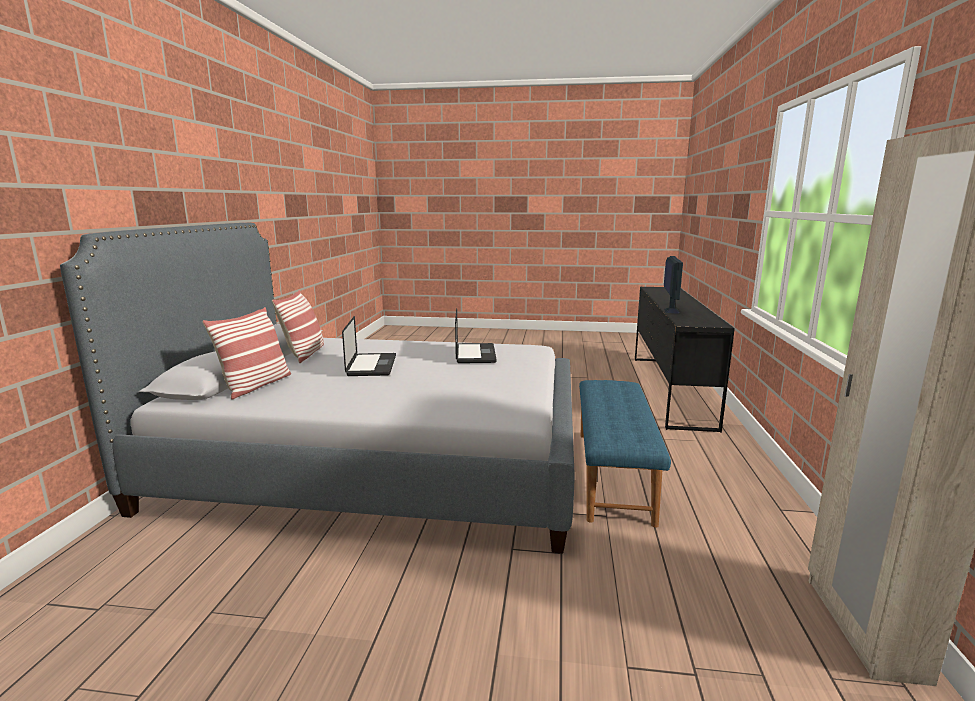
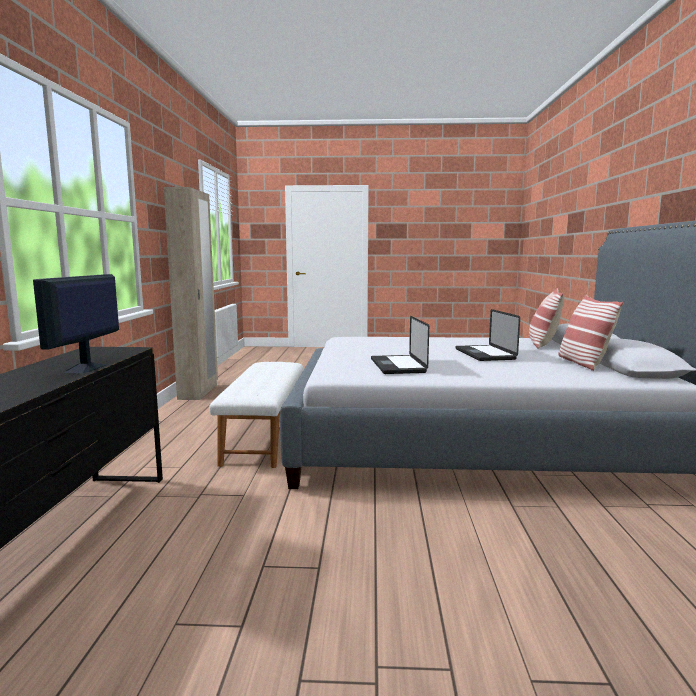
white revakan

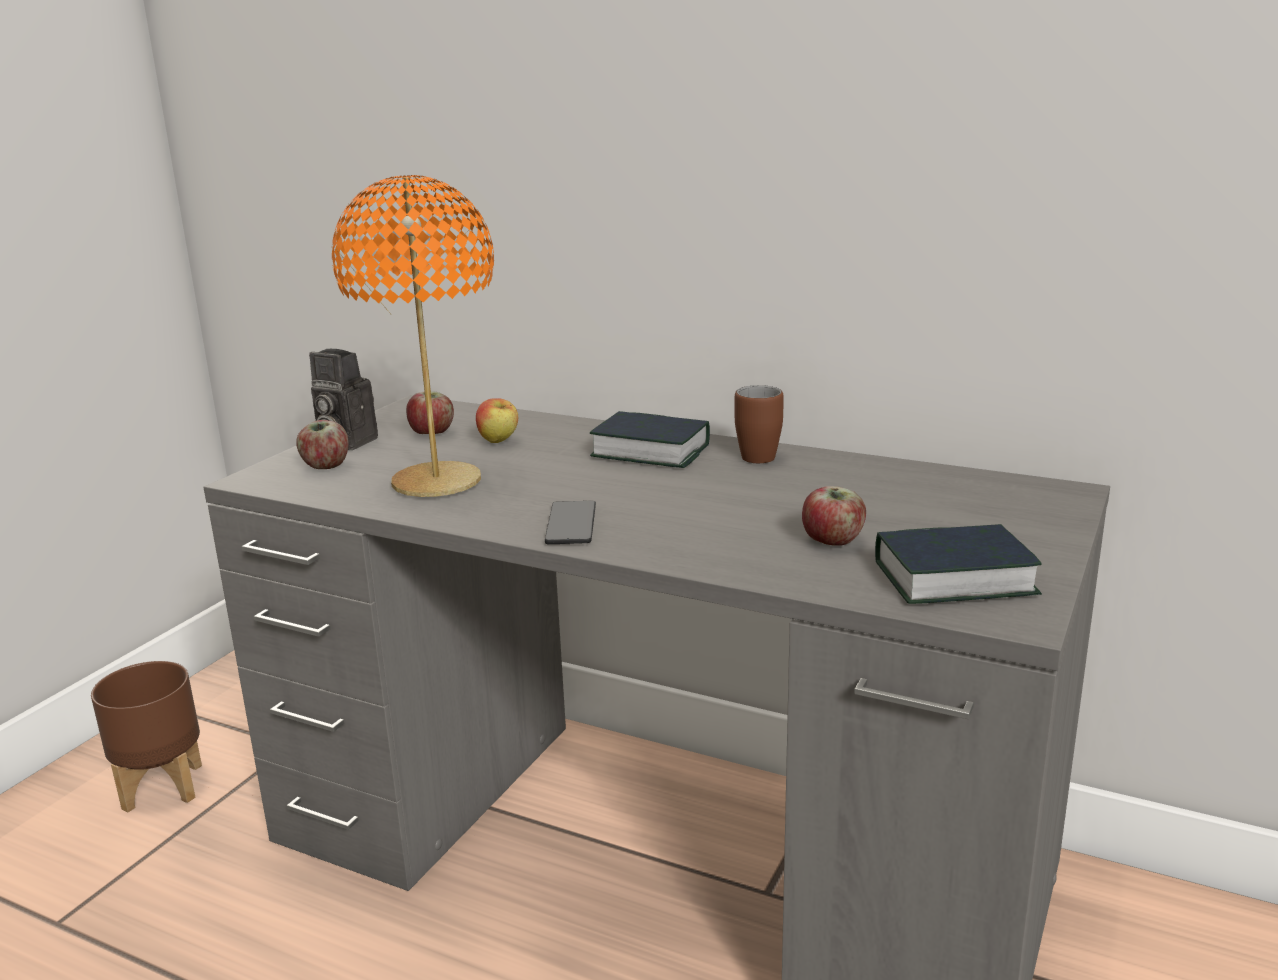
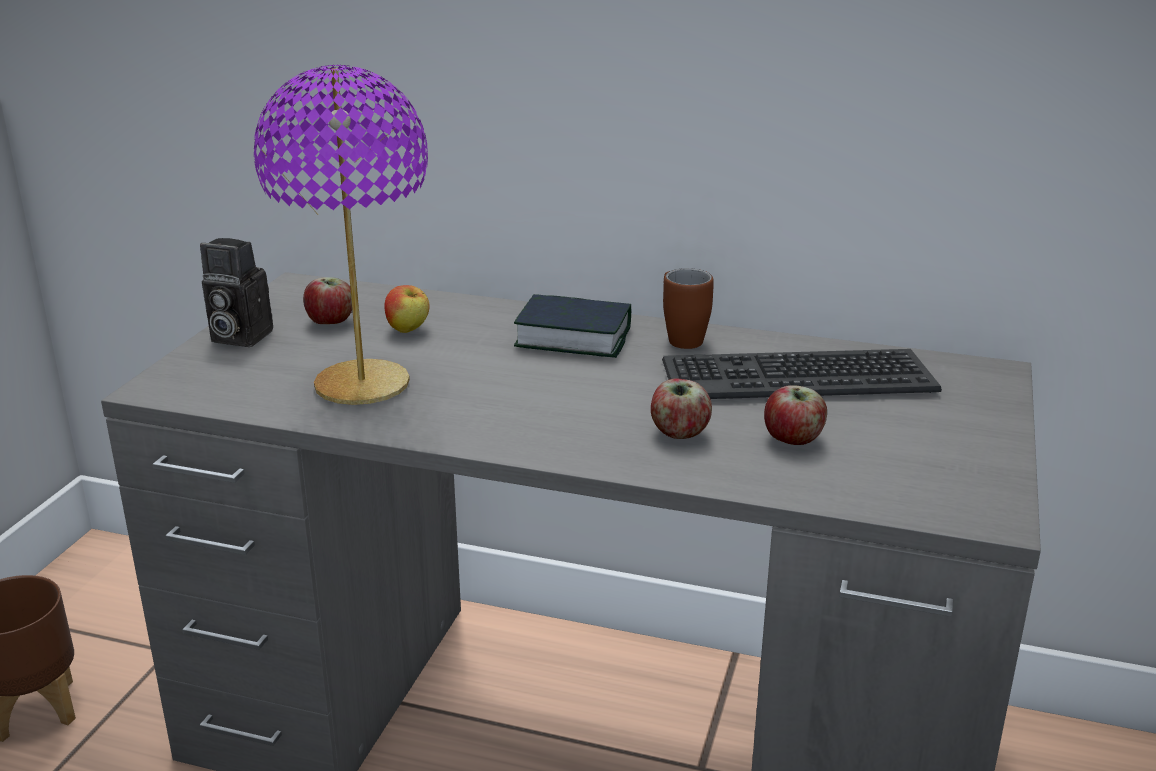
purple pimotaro
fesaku (3rd from left)
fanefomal
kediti
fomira (2nd from left in the first image)

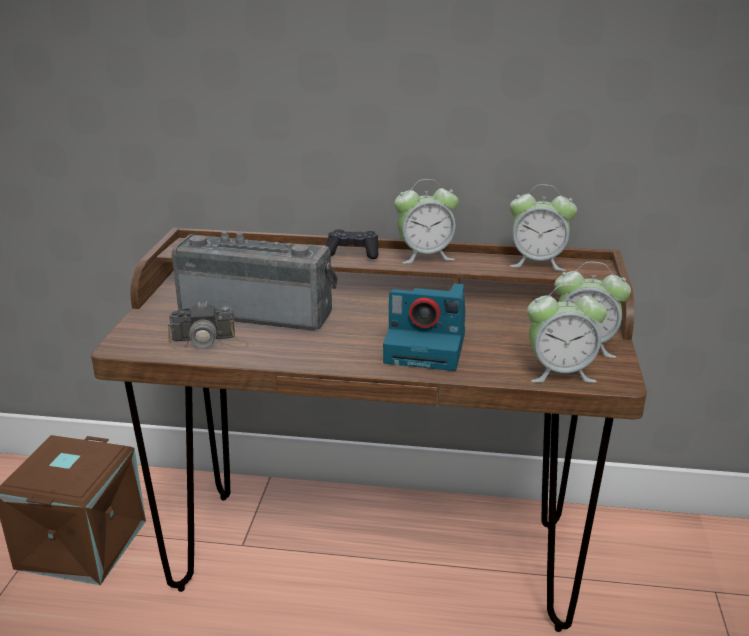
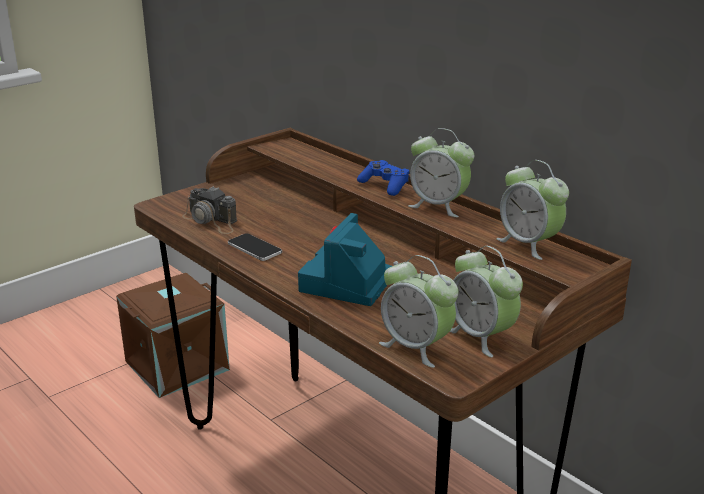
kediti
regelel (2nd from left)
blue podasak
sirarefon

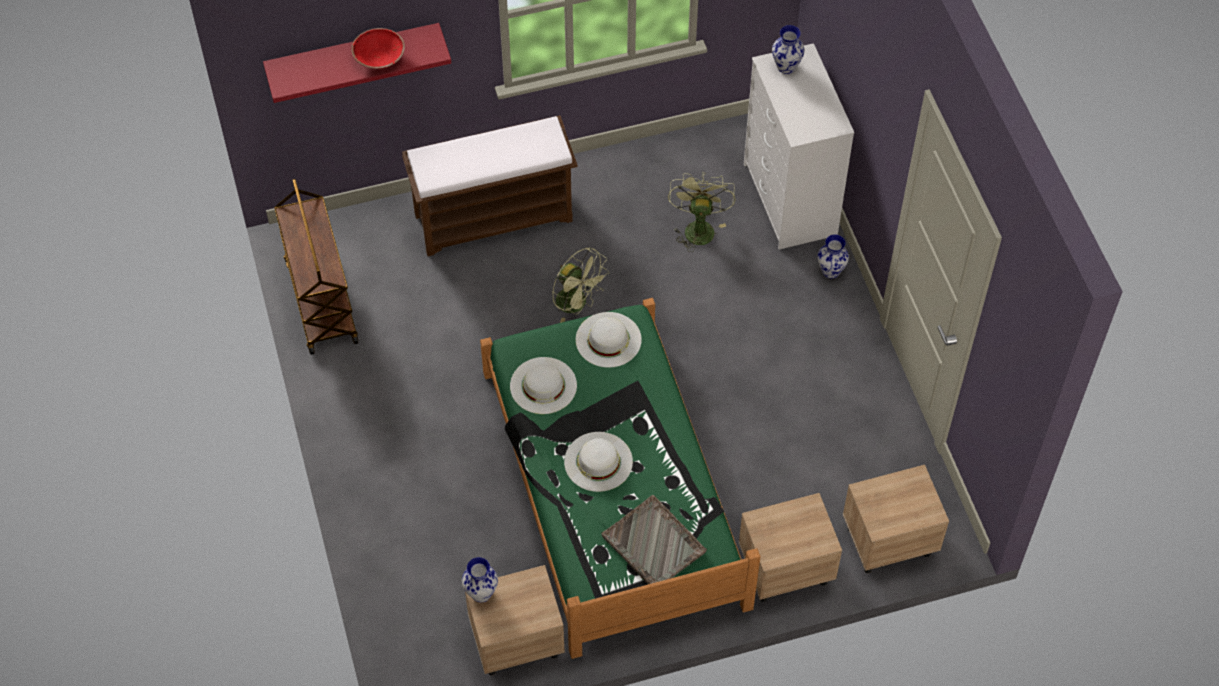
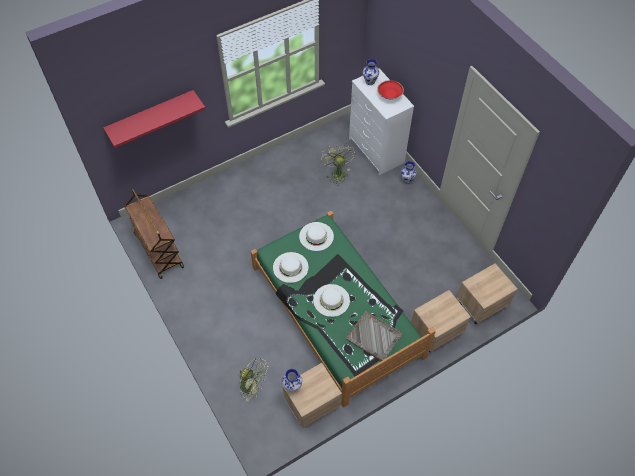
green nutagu (1st from left)
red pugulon
brown revakan

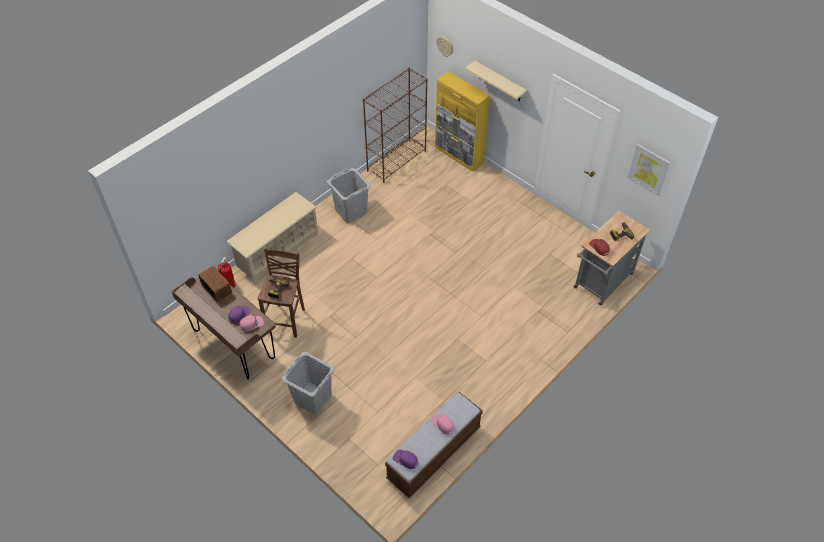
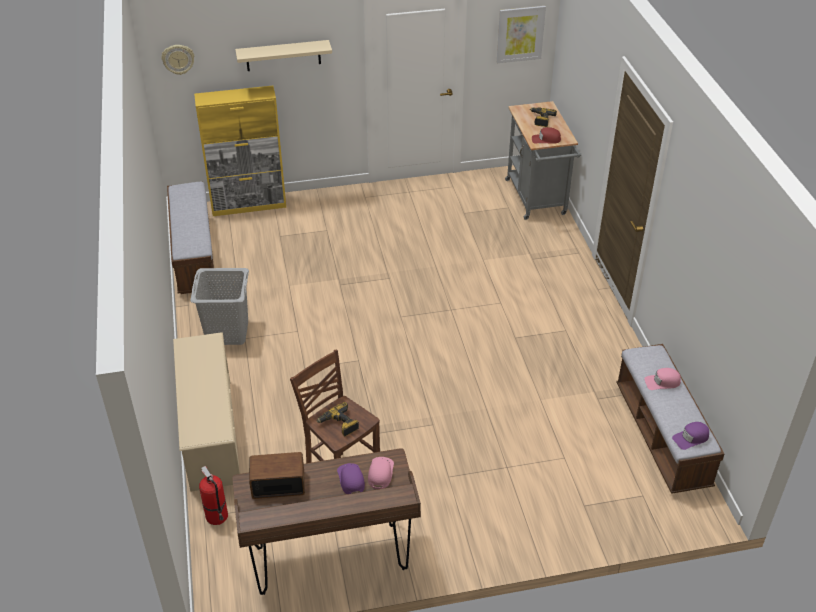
revakan (1st from left)
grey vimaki (1st from left in the first image)

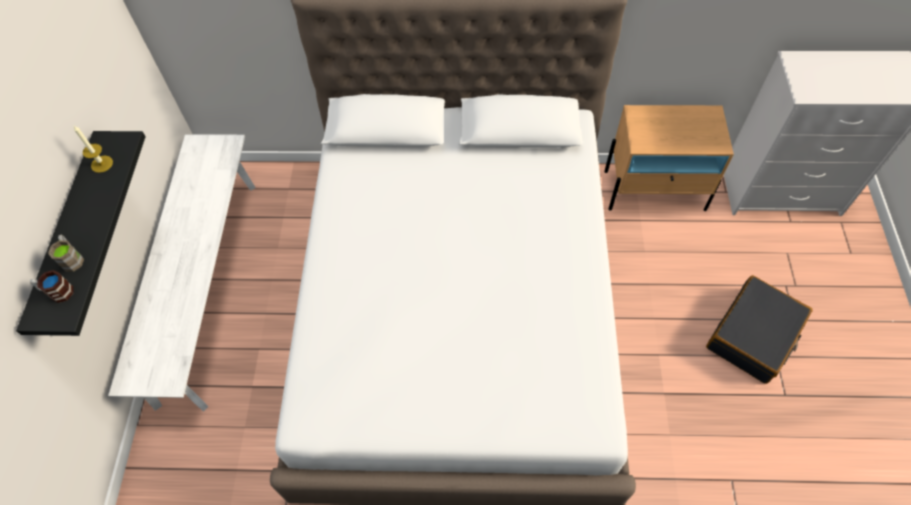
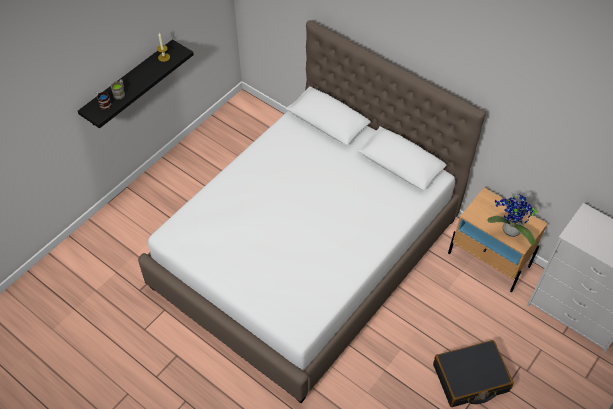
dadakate
white revakan

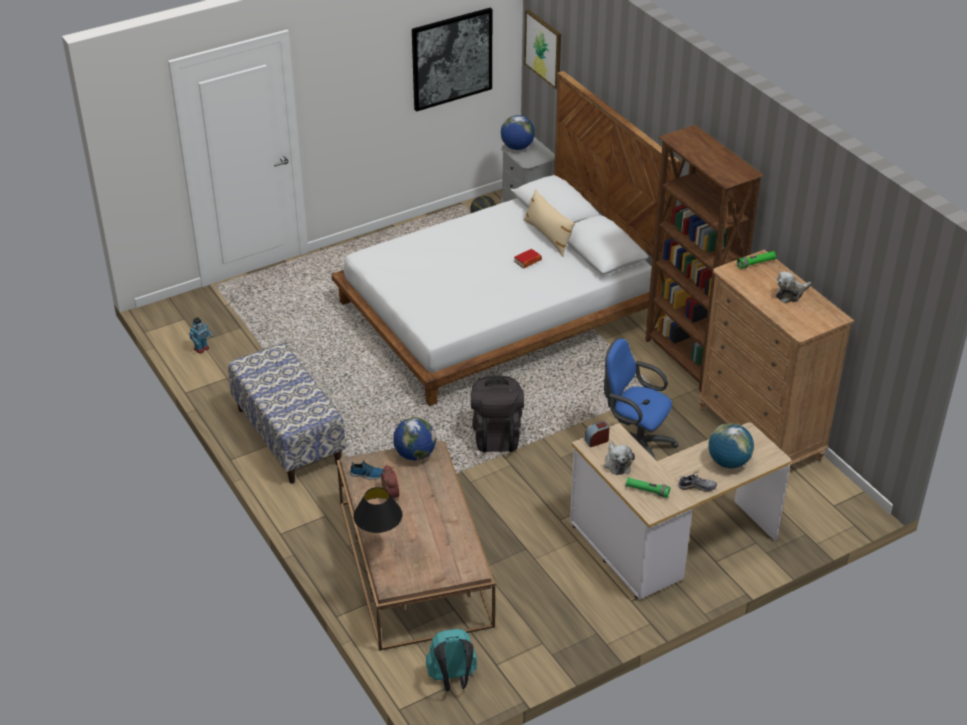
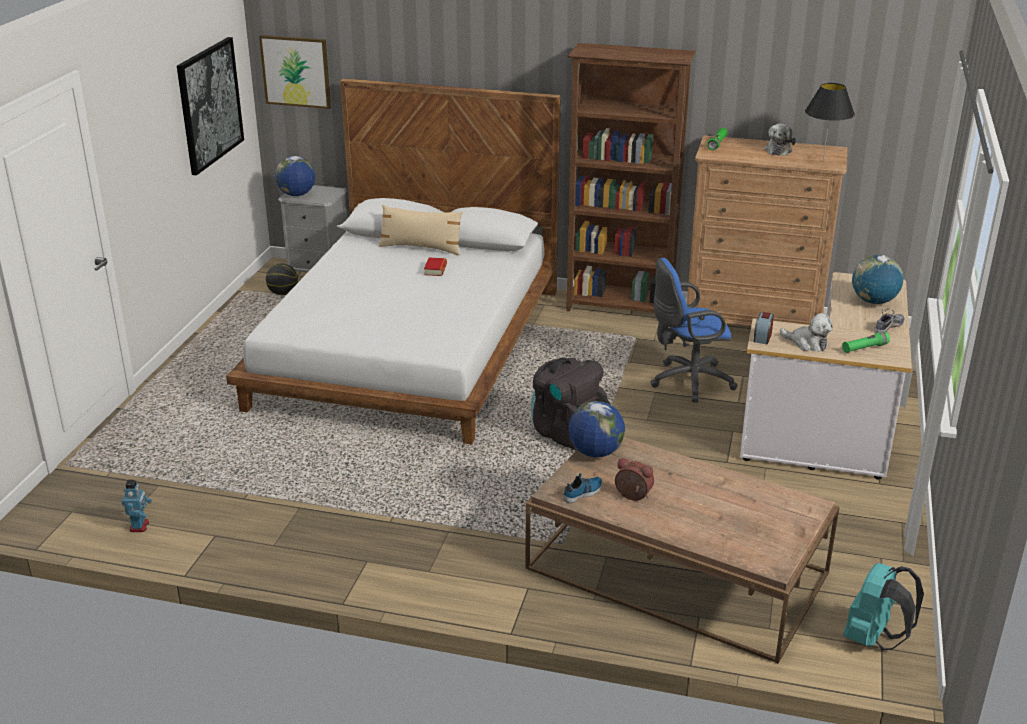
black pimotaro
revakan

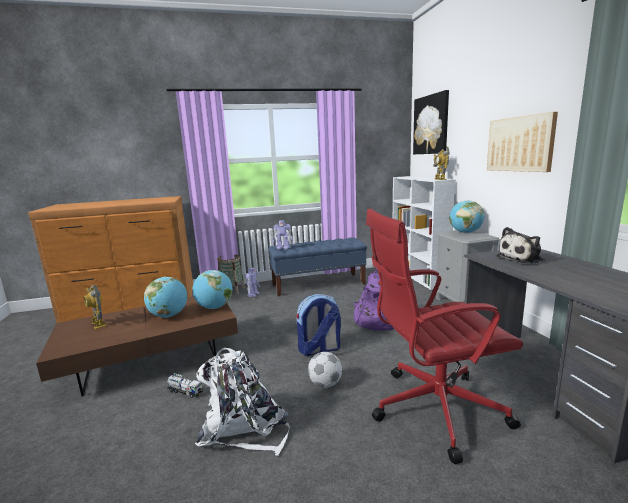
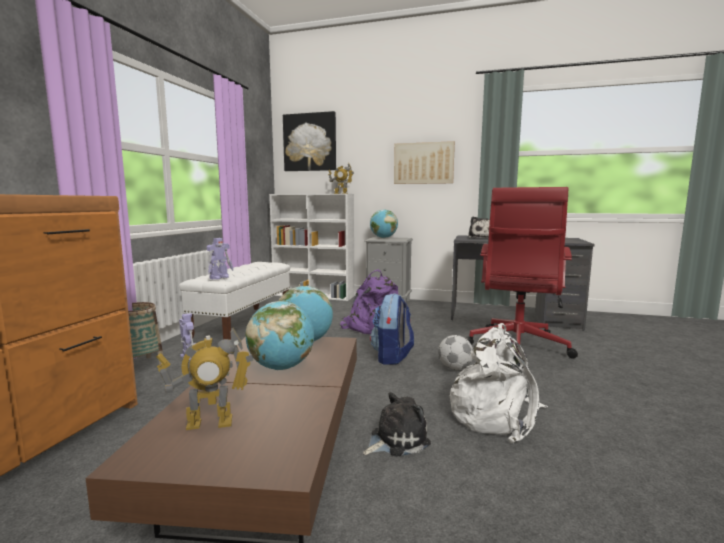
white revakan
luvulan (1st from left)

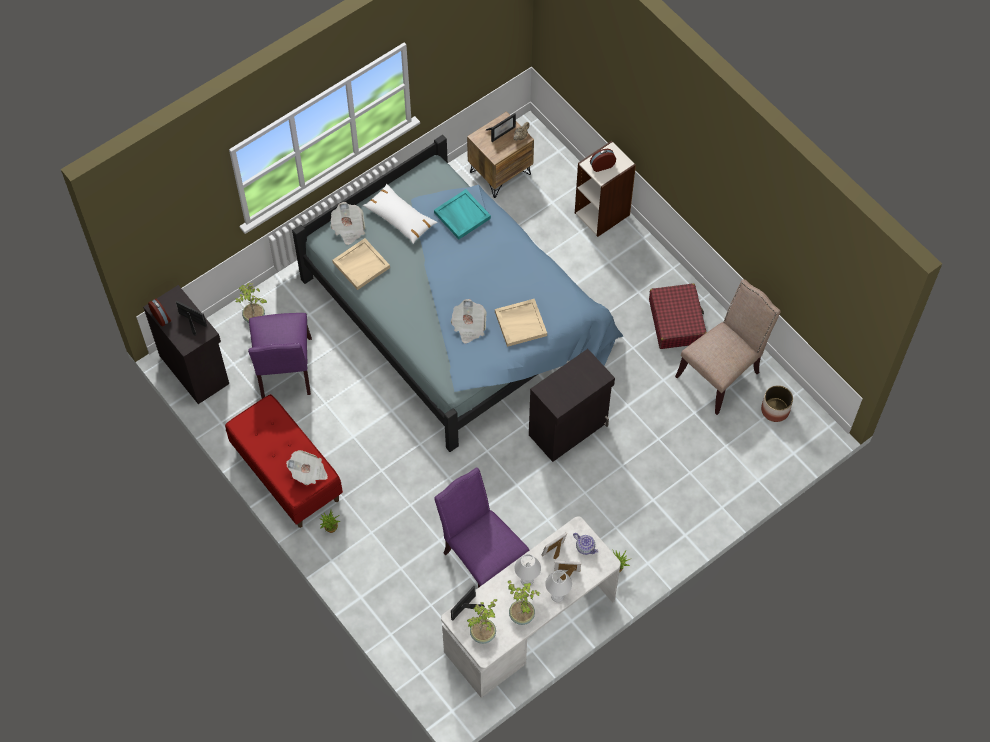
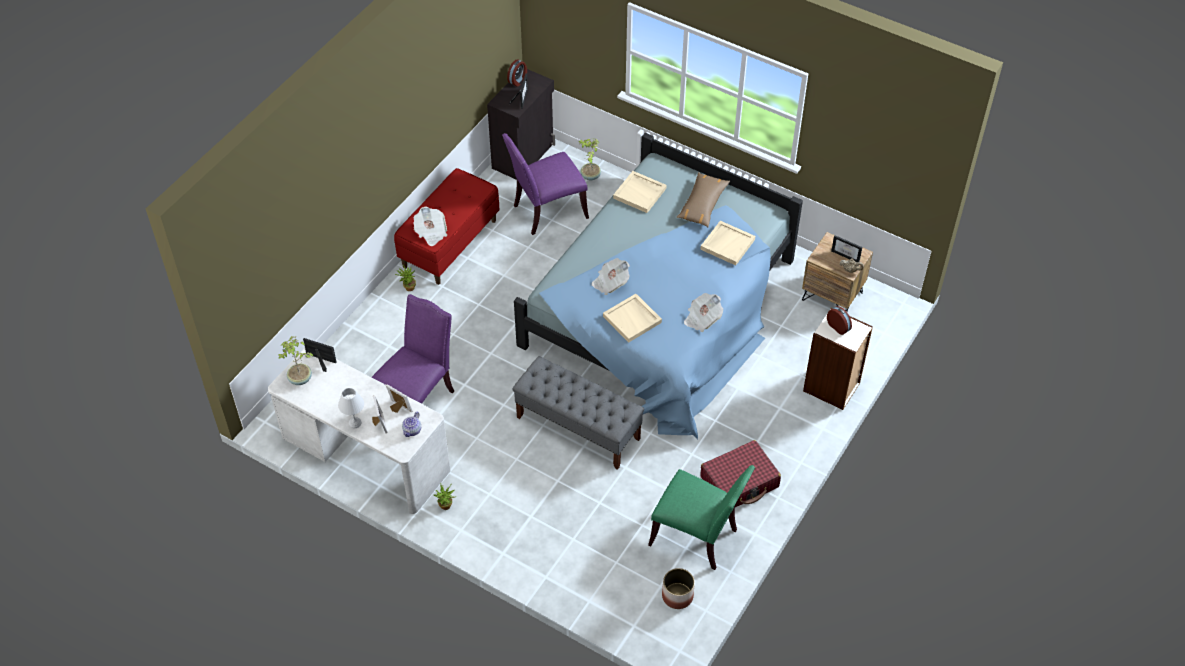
grey revakan
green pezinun
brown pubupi
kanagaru (3rd from left)
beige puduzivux (3rd from left)
dadakate (4th from left in the first image)
white pimotaro (1st from left in the first image)

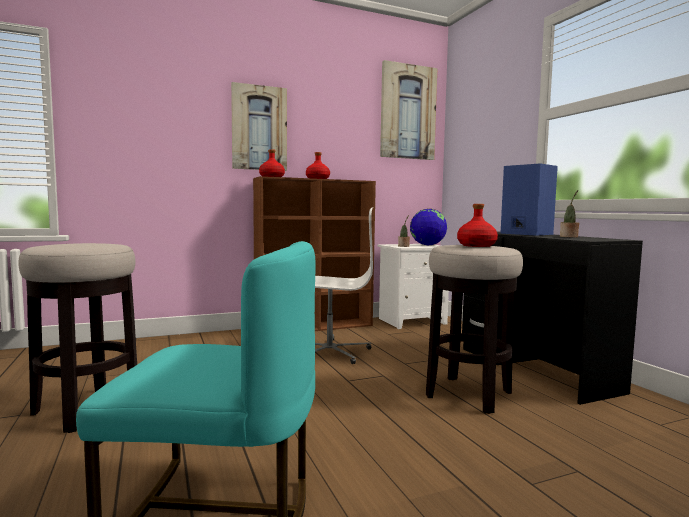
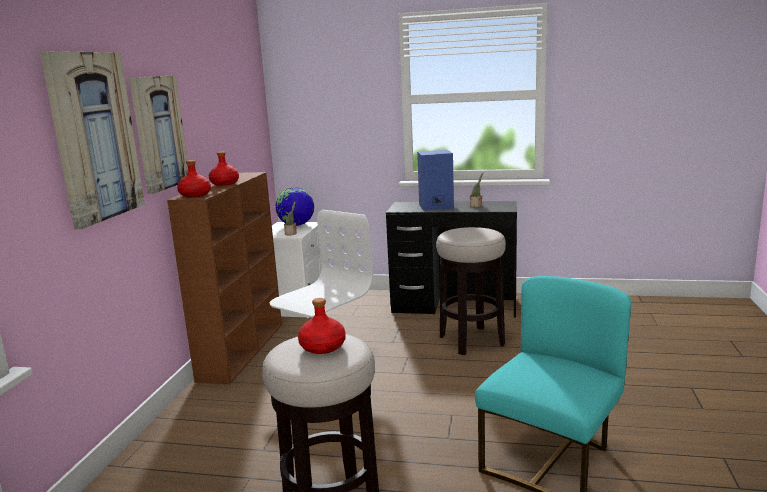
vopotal (1st from left)
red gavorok (3rd from left)

